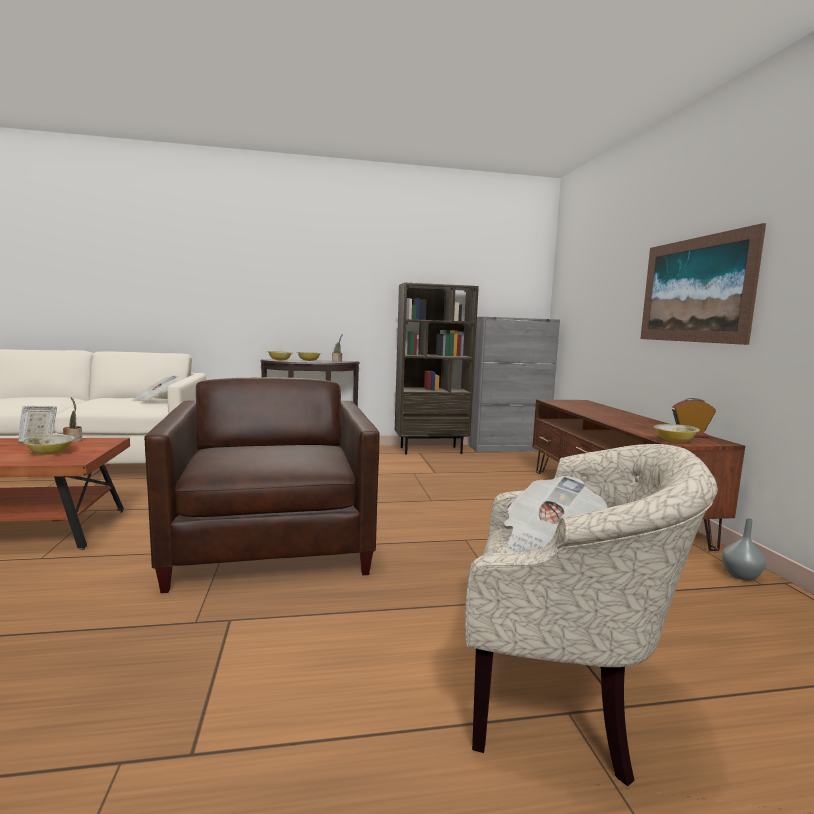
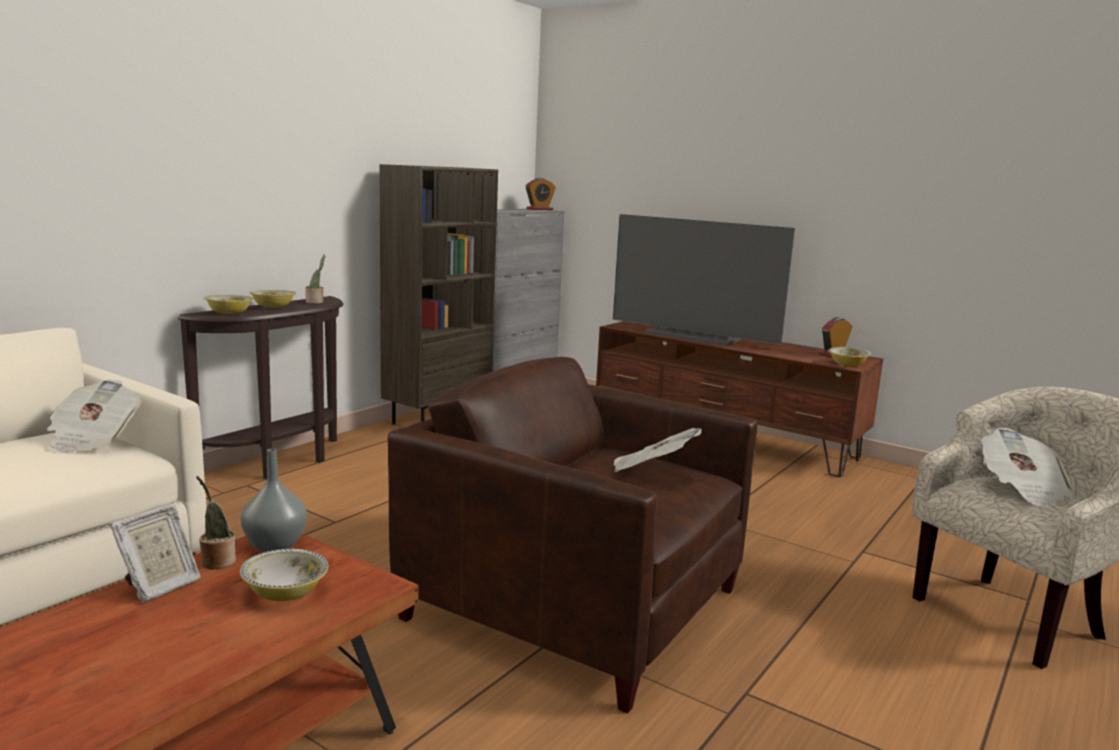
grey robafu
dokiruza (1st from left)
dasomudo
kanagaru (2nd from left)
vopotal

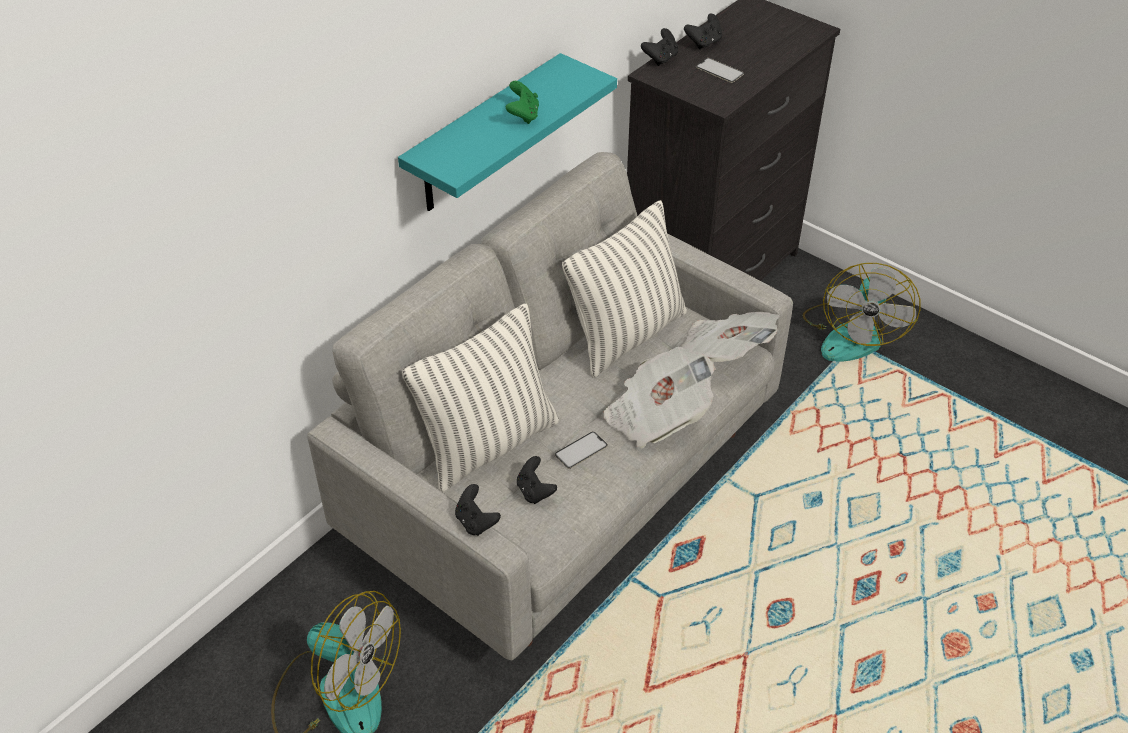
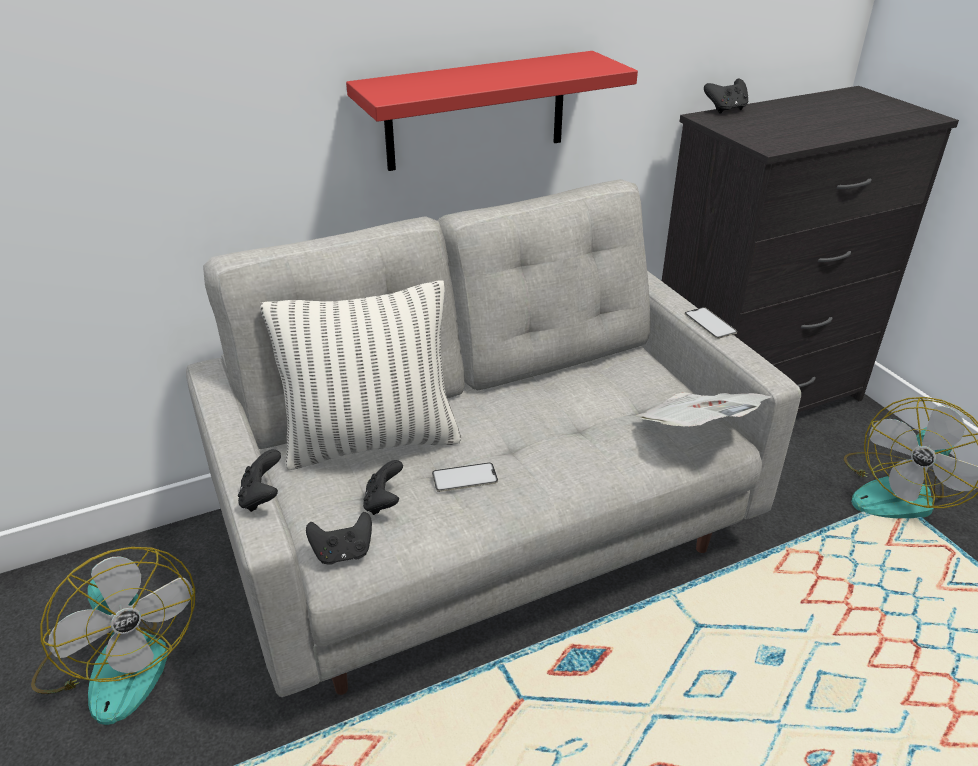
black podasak (2nd from left)
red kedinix
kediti (2nd from left)
green podasak
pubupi (2nd from left in the first image)
kanagaru (1st from left in the first image)

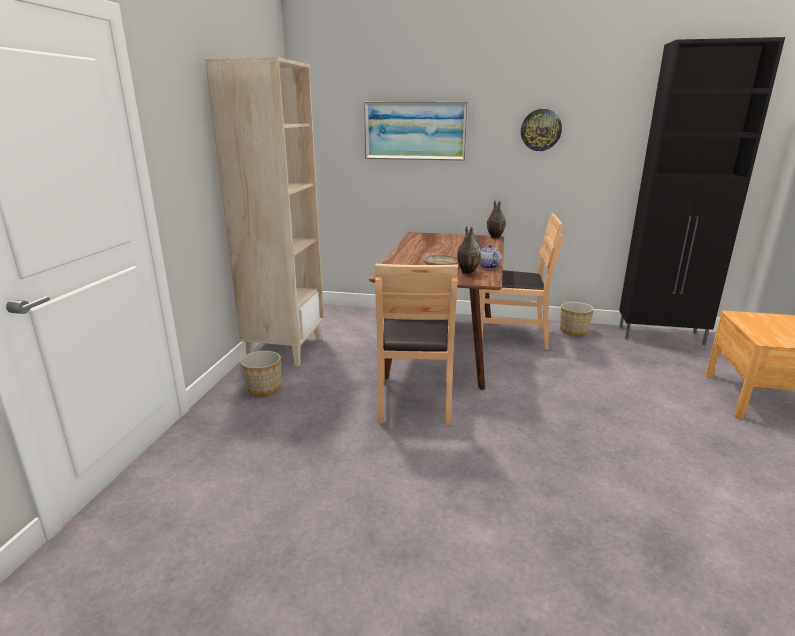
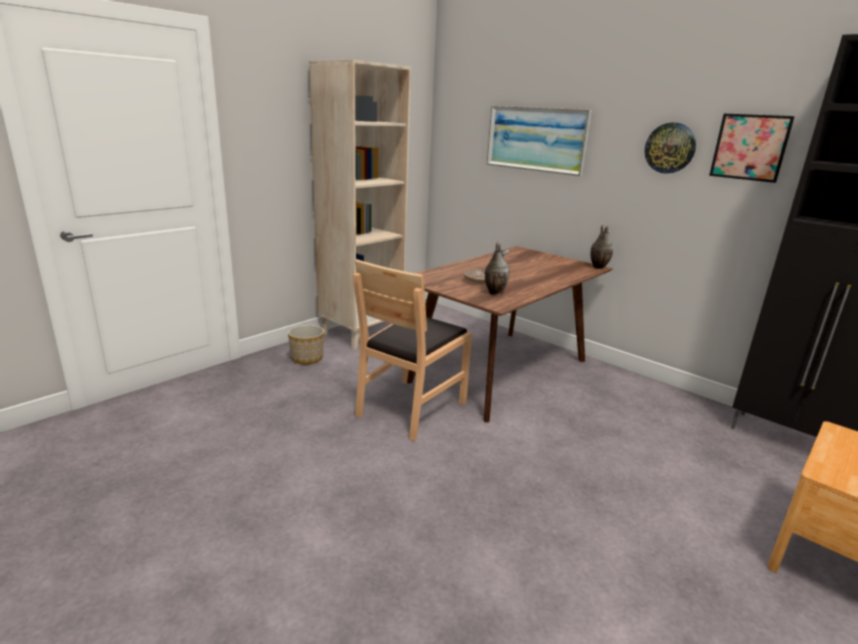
vopotal (2nd from left)
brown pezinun (2nd from left in the first image)
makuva
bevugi (2nd from left in the first image)

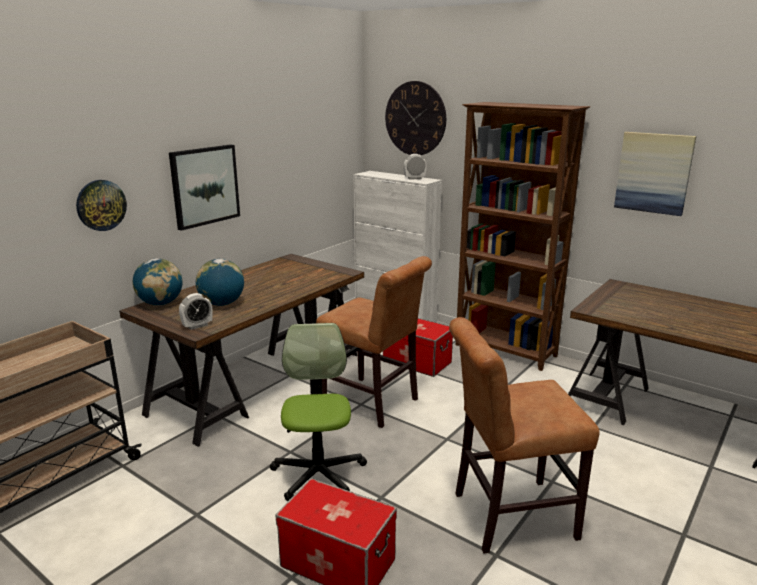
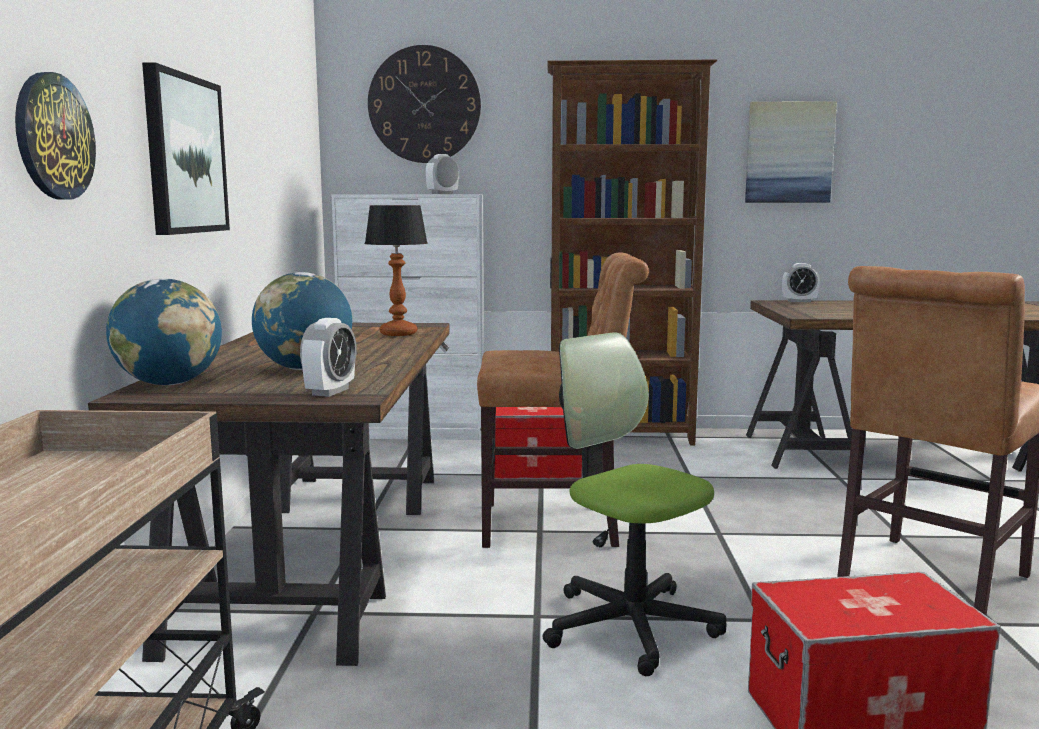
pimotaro
dokiruza (3rd from left)

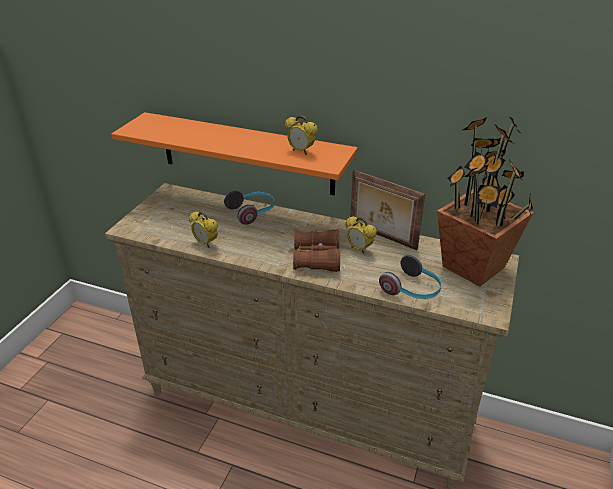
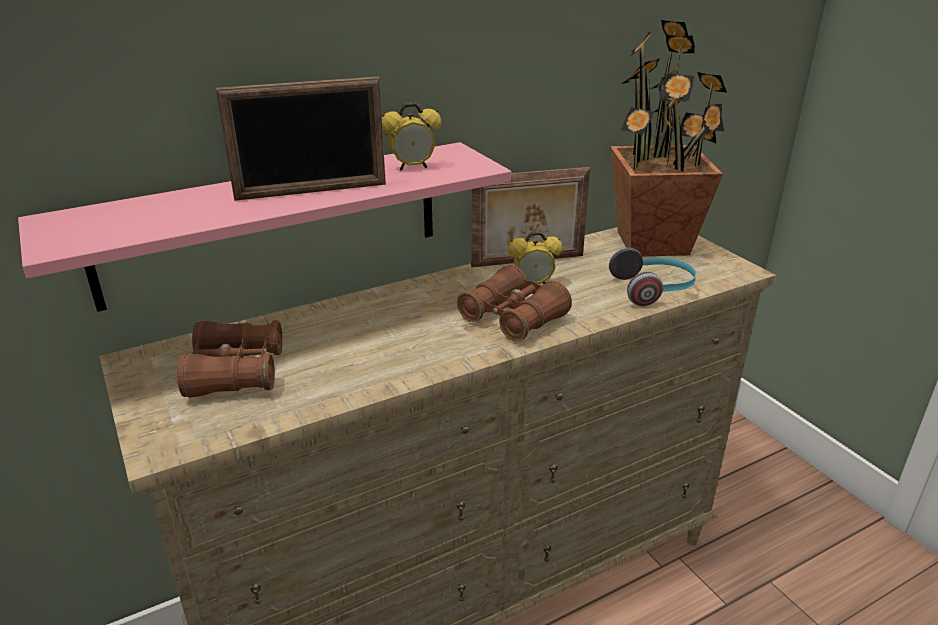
pink kedinix
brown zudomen (1st from left)
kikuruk (1st from left)
dokiruza (1st from left in the first image)
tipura (1st from left in the first image)

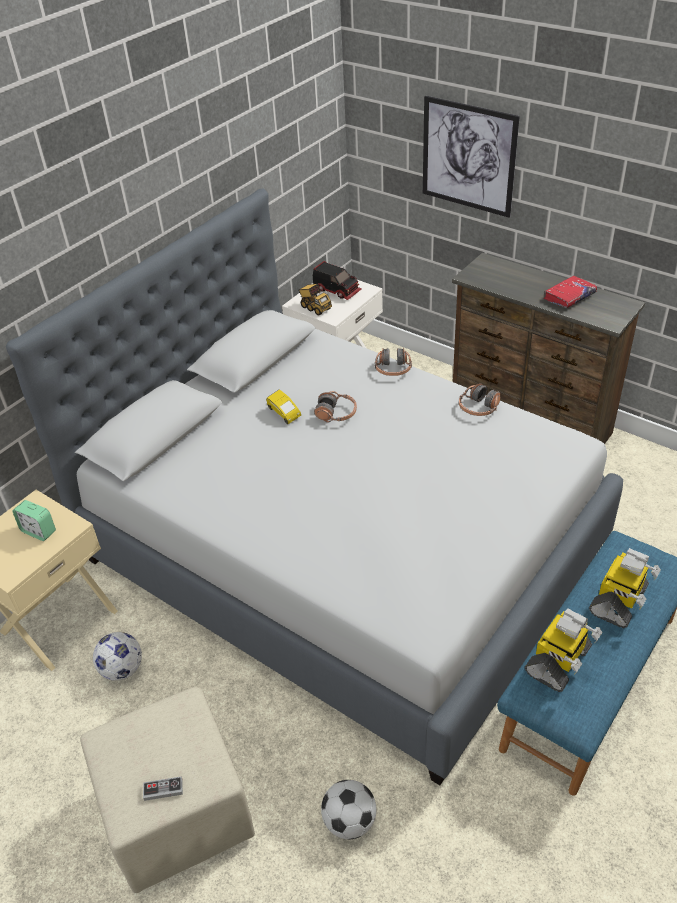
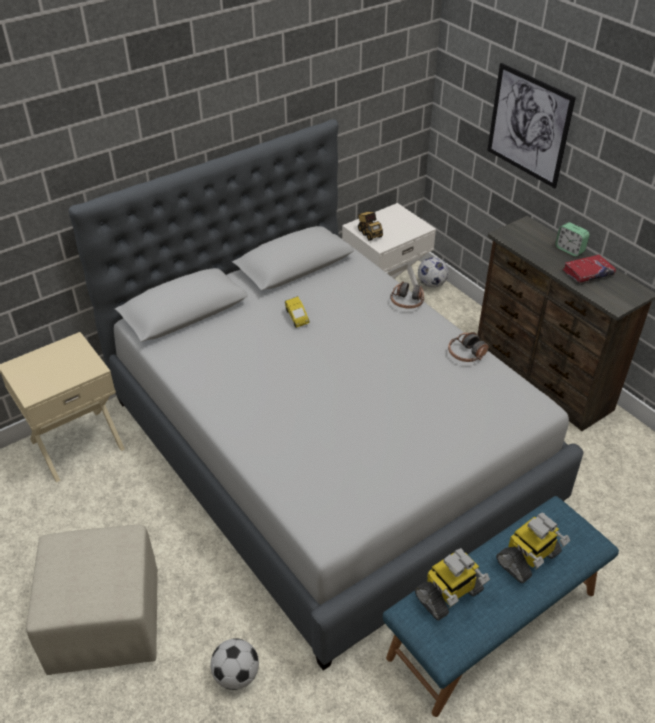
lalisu (2nd from left)
dokiruza
podasak
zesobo (2nd from left in the first image)
tipura (1st from left in the first image)

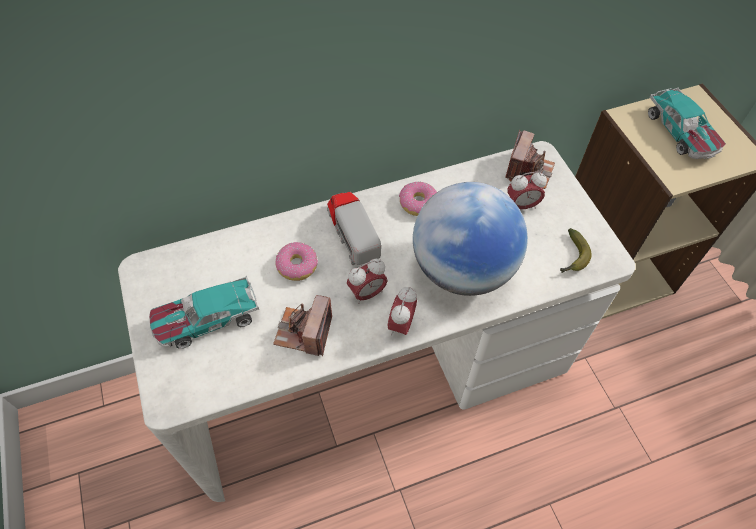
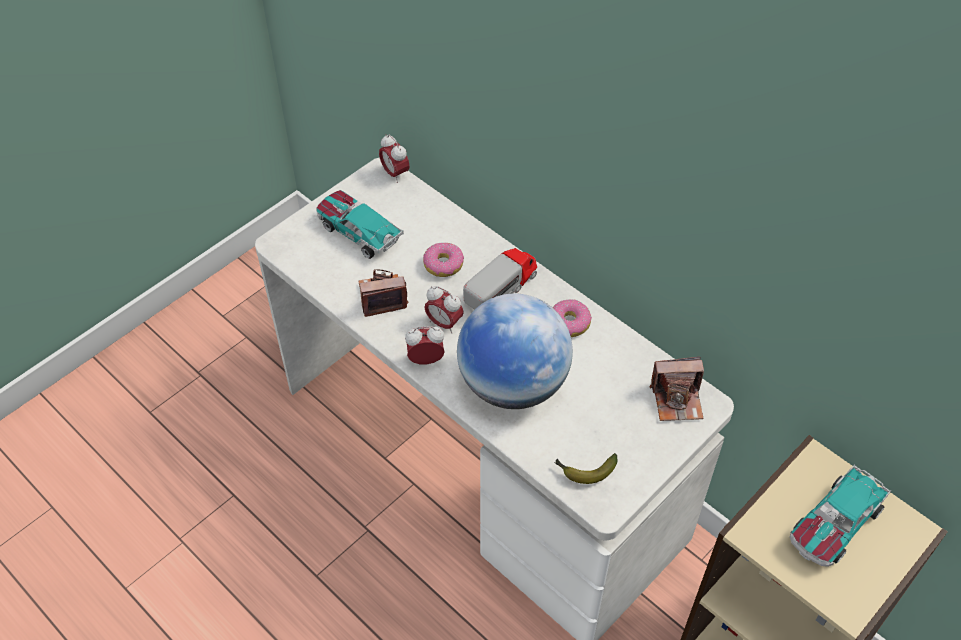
dokiruza (1st from left)

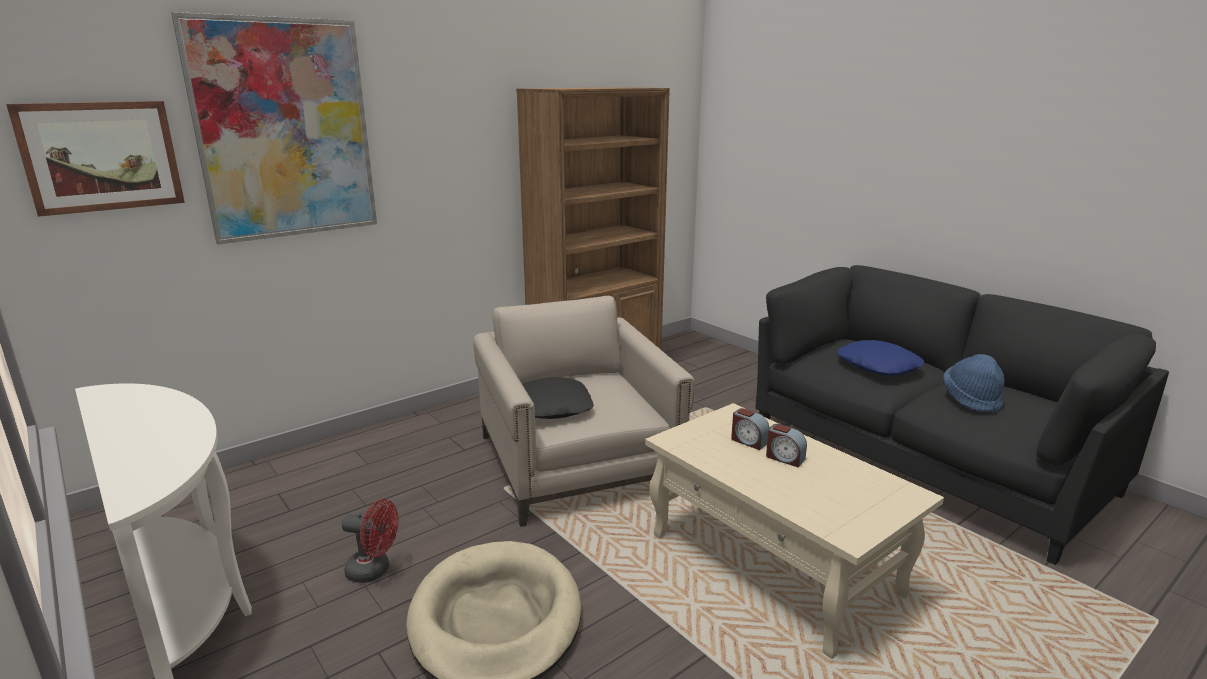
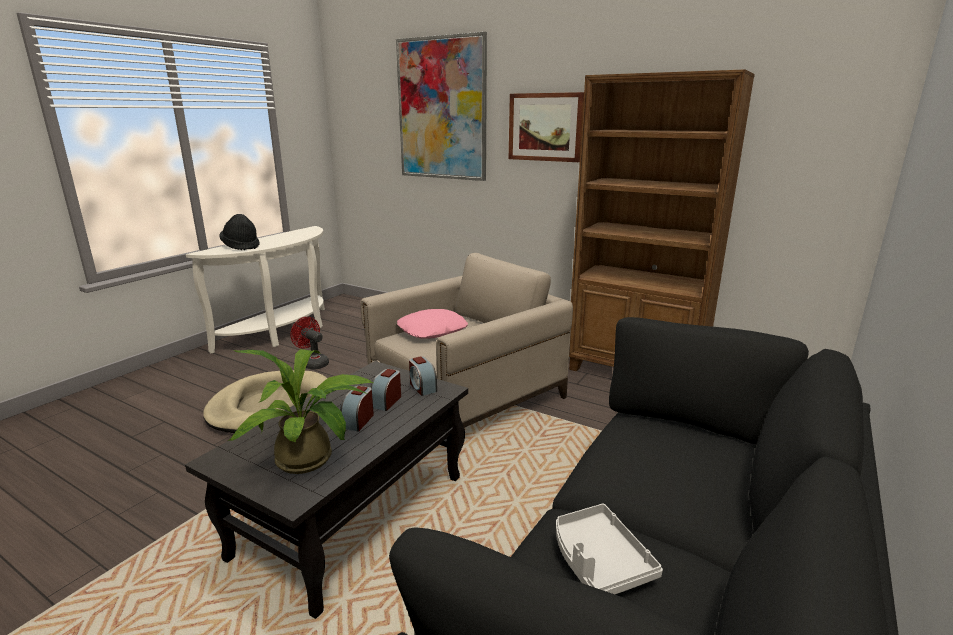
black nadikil
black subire
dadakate
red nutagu
pink pubupi
dokiruza (3rd from left)
vopotal (2nd from left)
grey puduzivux
blue pubupi

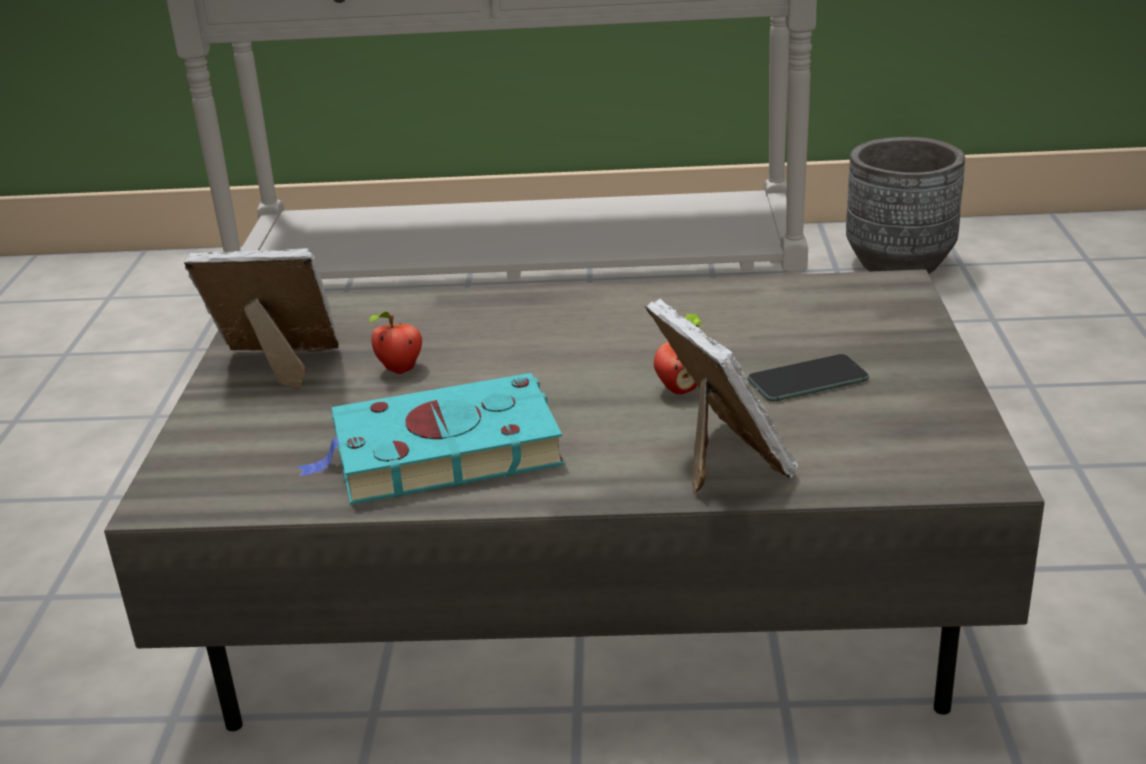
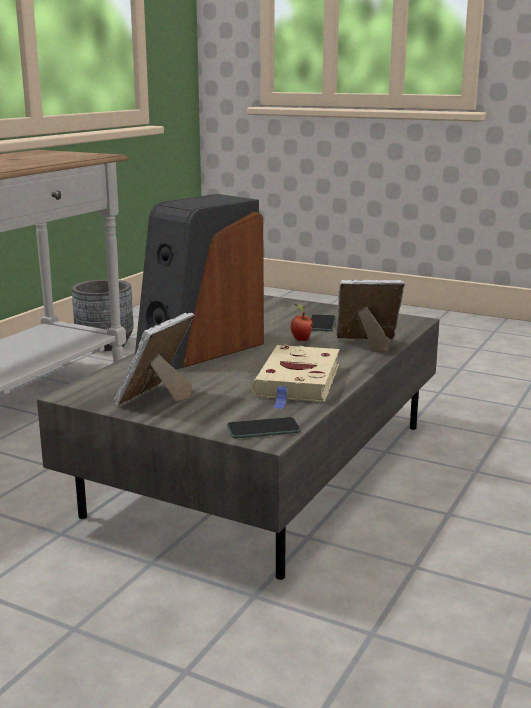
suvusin
kediti (1st from left)
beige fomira
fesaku (1st from left in the first image)

